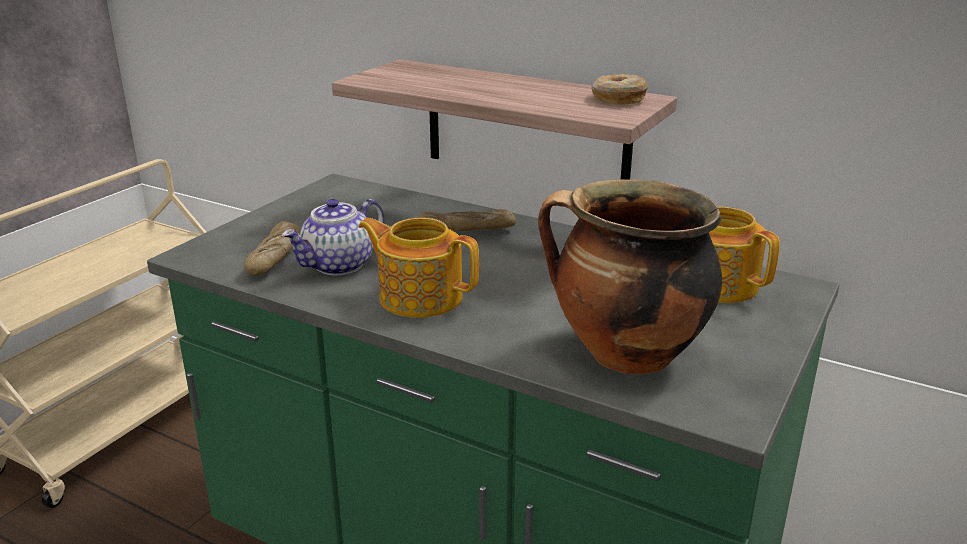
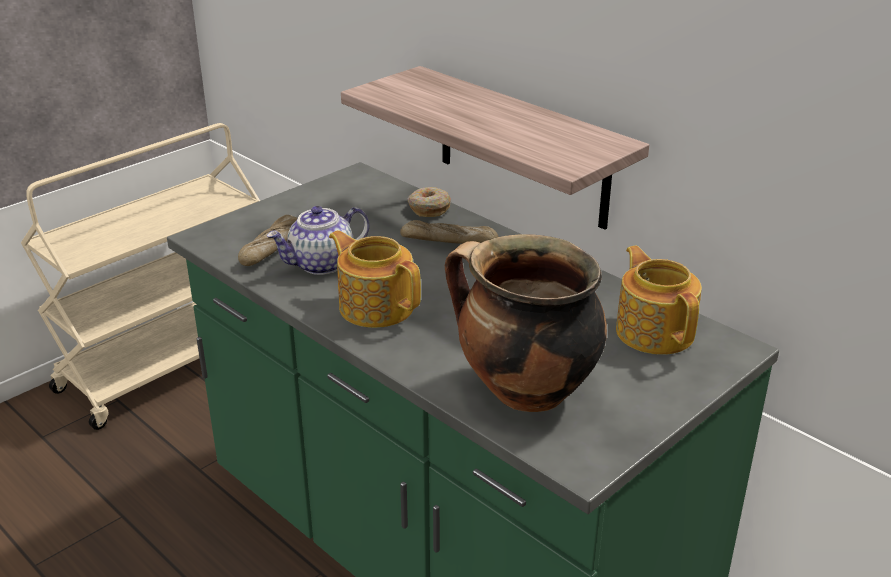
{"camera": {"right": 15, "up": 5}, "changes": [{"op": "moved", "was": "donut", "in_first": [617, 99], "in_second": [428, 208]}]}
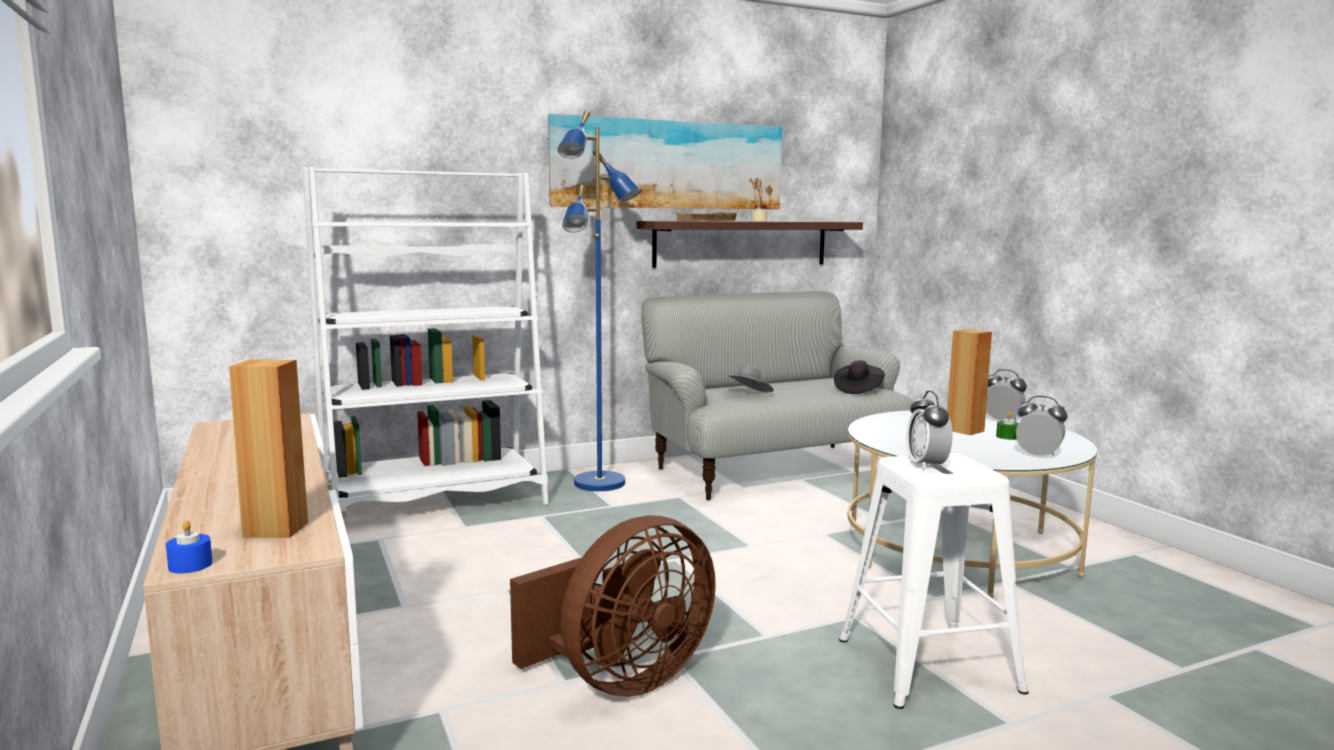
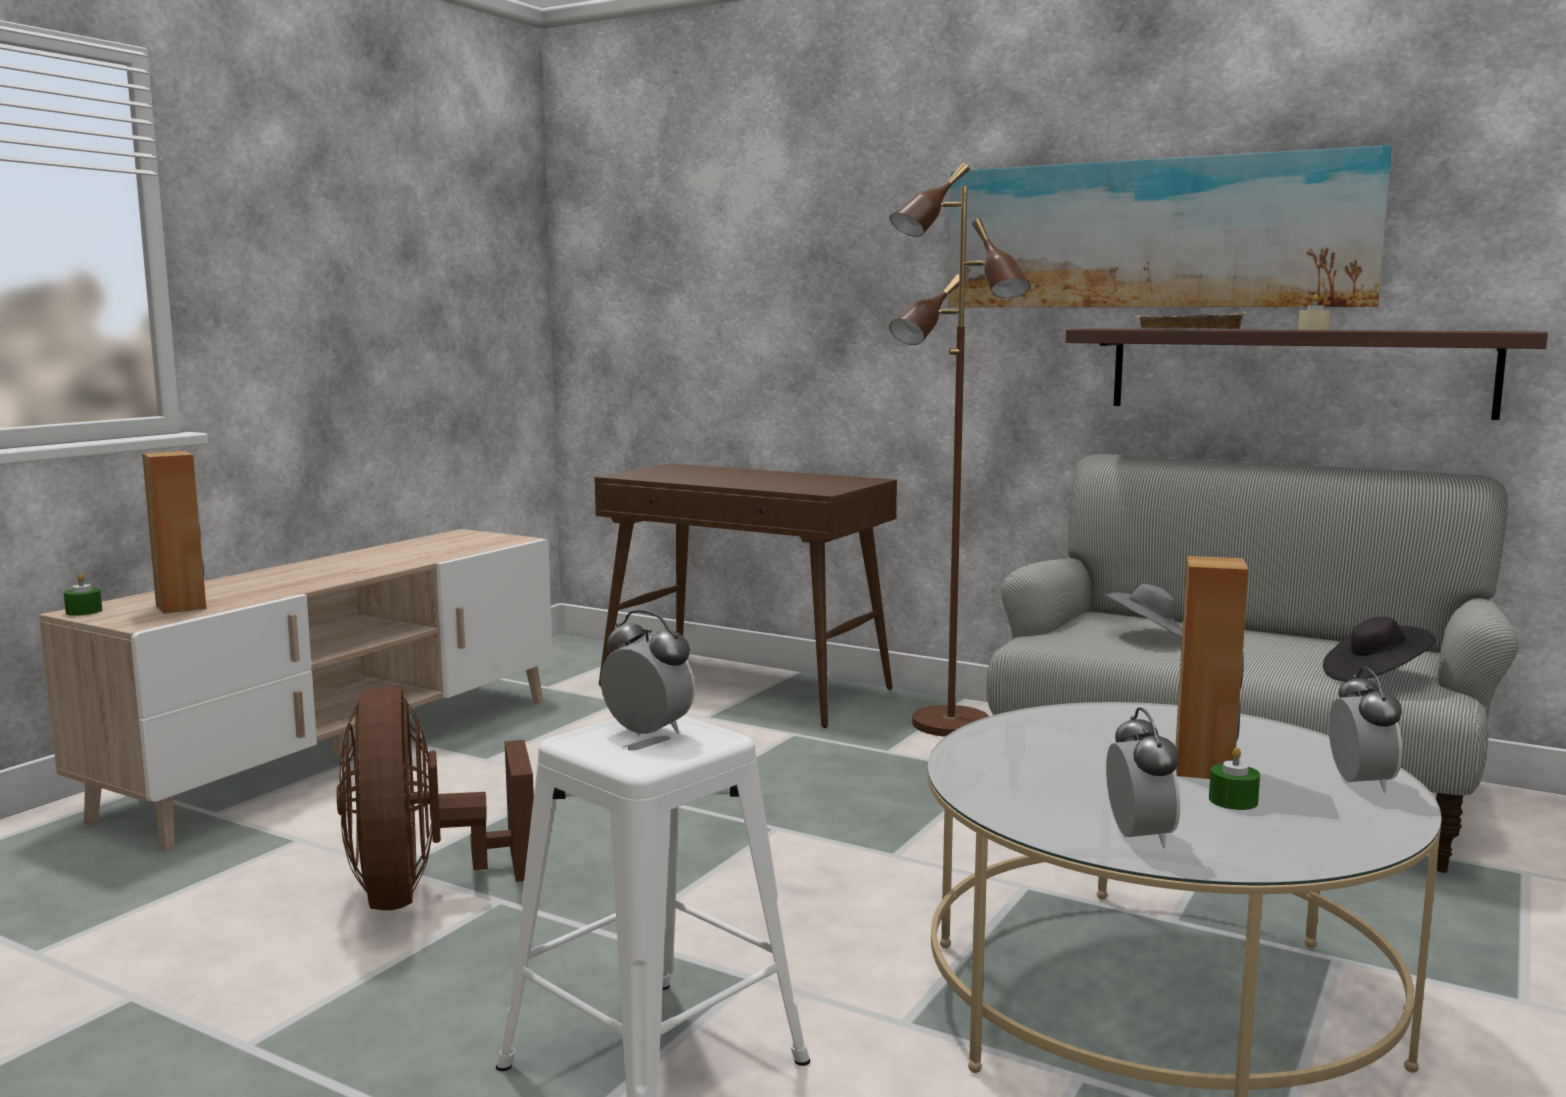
{"camera": {"right": 55, "up": 0}, "changes": [{"op": "recoloured", "was": "candle (blue)", "now": "candle (green)", "in_first": [190, 565], "in_second": [84, 611]}, {"op": "replaced", "was": "bookcase (white)", "now": "console table (brown)", "in_first": [435, 503], "in_second": [747, 688]}, {"op": "turned", "was": "fan (brown)", "in_first": [621, 680], "in_second": [423, 892], "clockwise": 60}, {"op": "recoloured", "was": "floor lamp (blue)", "now": "floor lamp (brown)", "in_first": [600, 484], "in_second": [949, 725]}, {"op": "turned", "was": "alarm clock", "in_first": [927, 466], "in_second": [648, 733], "clockwise": 75}]}
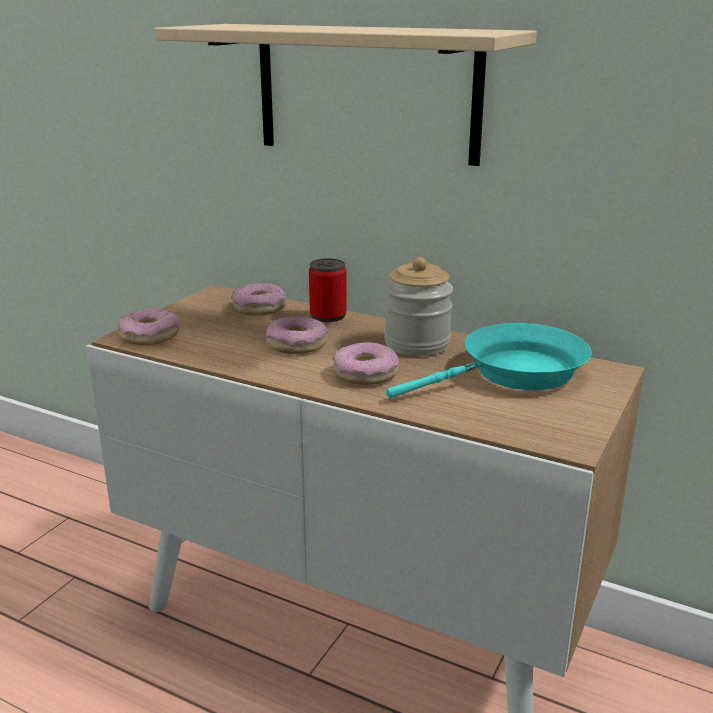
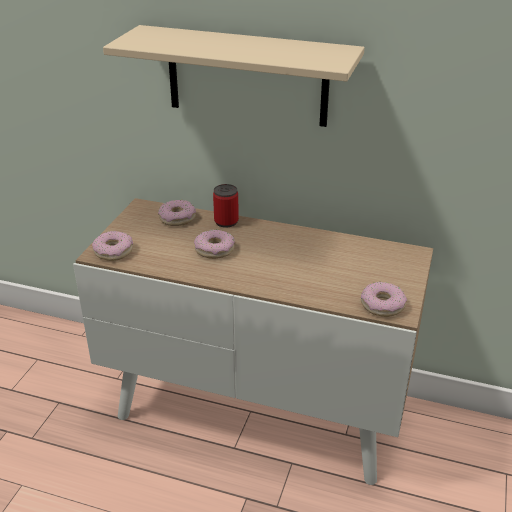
{"camera": {"right": -10, "up": 10}, "changes": [{"op": "moved", "was": "donut", "in_first": [366, 373], "in_second": [382, 305]}, {"op": "removed", "was": "jar", "in_first": [417, 344]}, {"op": "removed", "was": "frying pan (turquoise)", "in_first": [515, 373]}]}
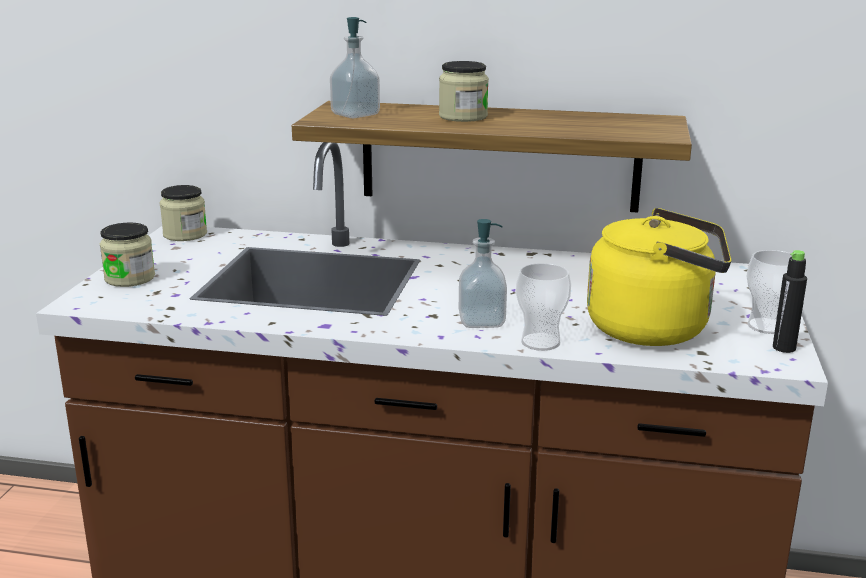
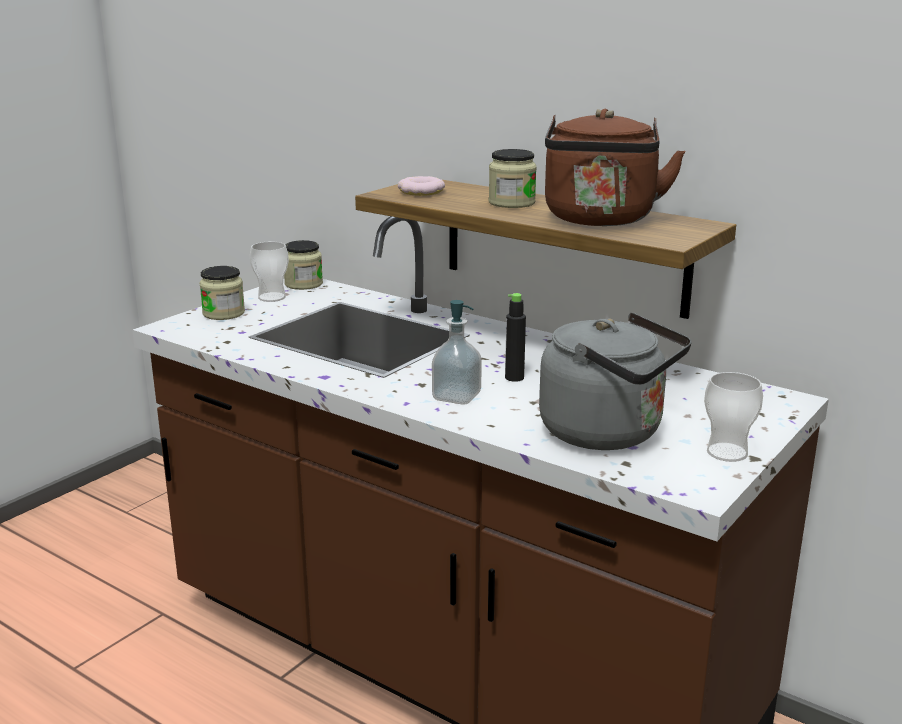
{"camera": {"right": 25, "up": 0}, "changes": [{"op": "replaced", "was": "soap dispenser", "now": "donut", "in_first": [355, 114], "in_second": [421, 192]}, {"op": "moved", "was": "cup", "in_first": [540, 342], "in_second": [272, 297]}, {"op": "recoloured", "was": "kettle (yellow)", "now": "kettle (grey)", "in_first": [655, 329], "in_second": [608, 433]}, {"op": "moved", "was": "bottle (black)", "in_first": [784, 348], "in_second": [514, 378]}, {"op": "added", "now": "kettle (brown)", "in_second": [600, 220]}]}
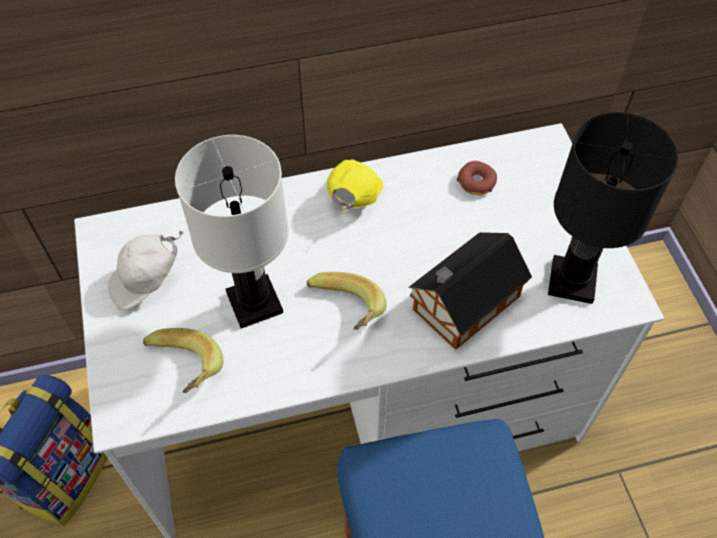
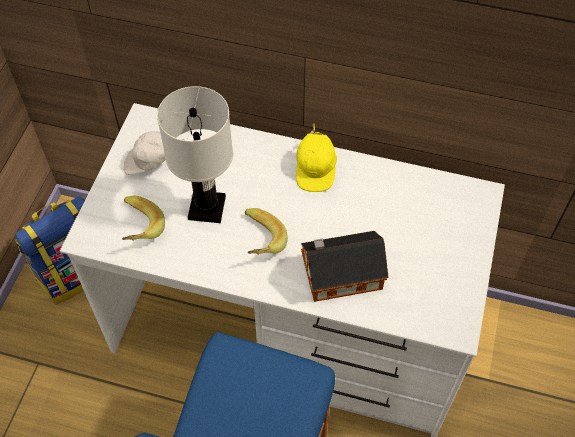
{"camera": {"right": 30, "up": 0}, "changes": [{"op": "turned", "was": "cap (yellow)", "in_first": [353, 198], "in_second": [316, 169], "clockwise": 135}, {"op": "removed", "was": "donut", "in_first": [476, 182]}, {"op": "removed", "was": "table lamp (black)", "in_first": [573, 280]}]}
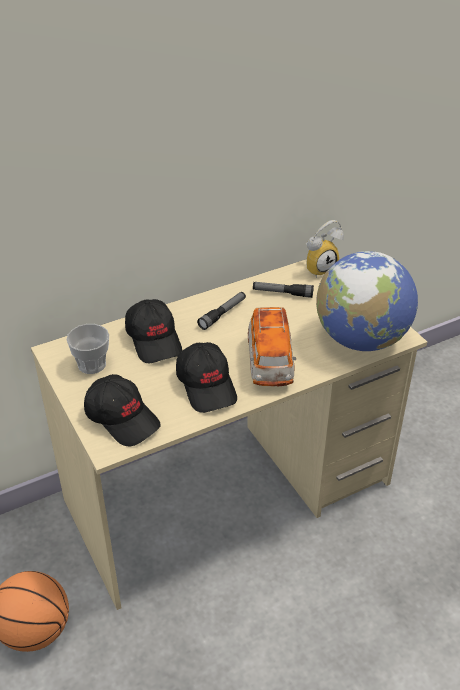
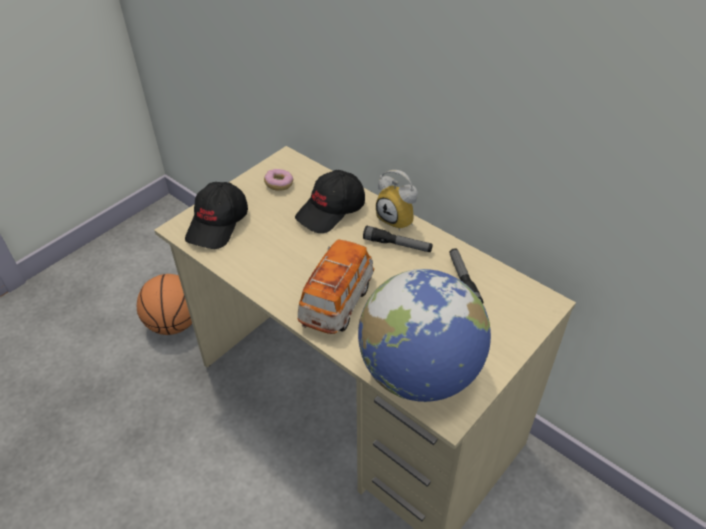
{"camera": {"right": 70, "up": 5}, "changes": [{"op": "replaced", "was": "cup", "now": "donut", "in_first": [92, 364], "in_second": [279, 185]}, {"op": "removed", "was": "cap (black)", "in_first": [207, 386]}, {"op": "turned", "was": "toy car", "in_first": [270, 363], "in_second": [337, 302], "clockwise": 135}, {"op": "moved", "was": "alarm clock", "in_first": [319, 268], "in_second": [399, 219]}]}
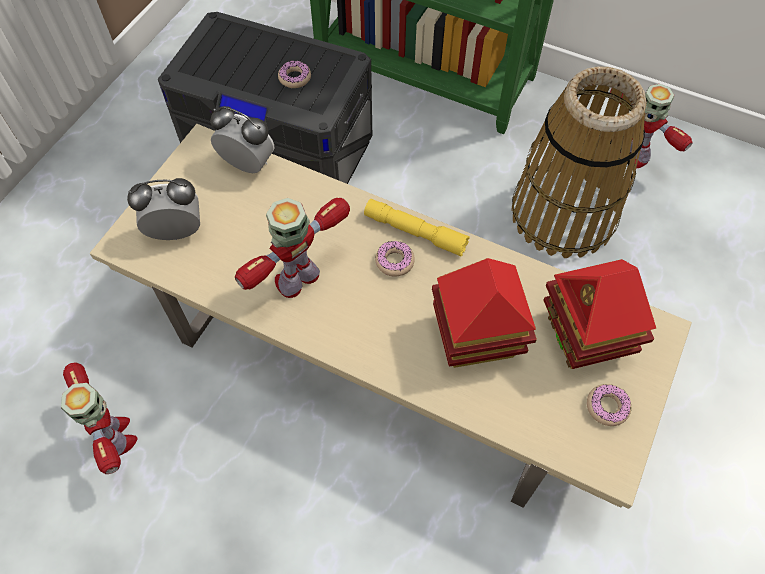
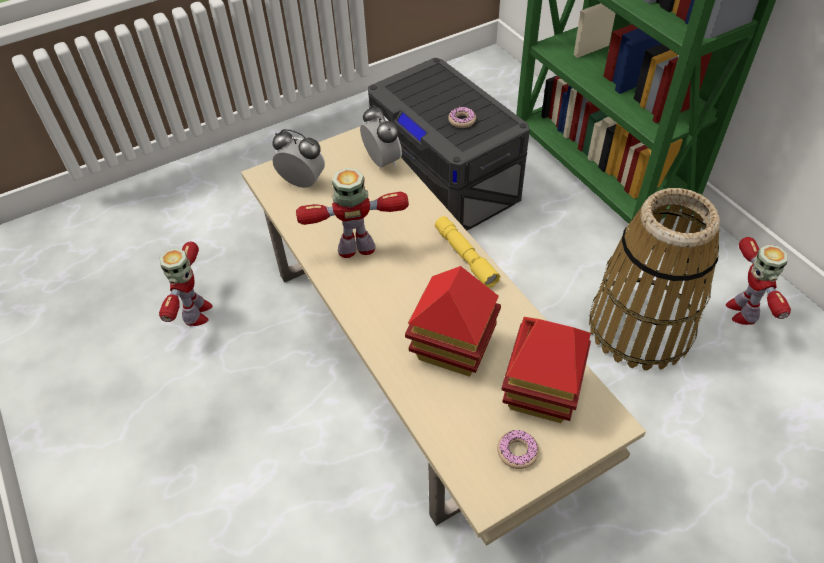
{"camera": {"right": 35, "up": -10}, "changes": [{"op": "removed", "was": "donut", "in_first": [394, 261]}]}
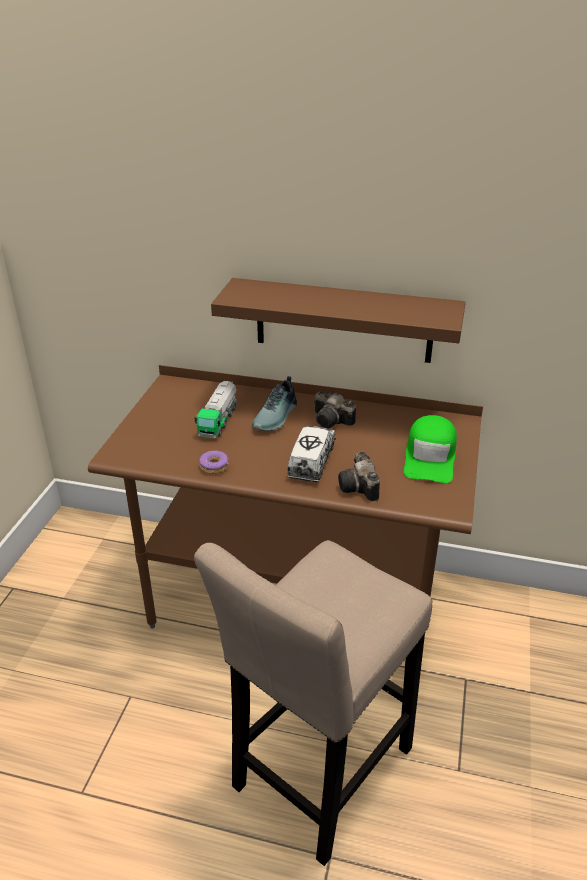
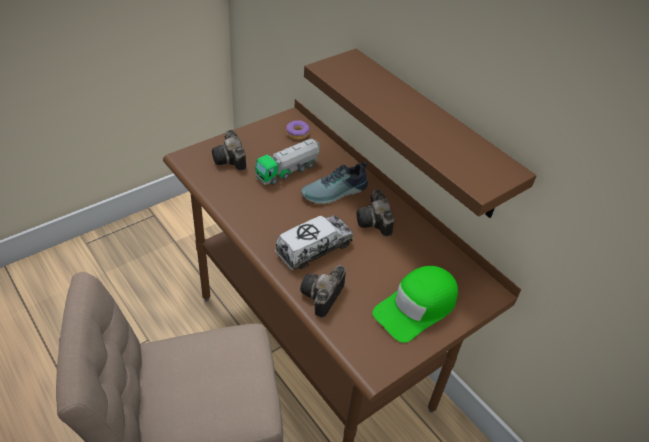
{"camera": {"right": 35, "up": 10}, "changes": [{"op": "moved", "was": "donut", "in_first": [214, 467], "in_second": [297, 133]}, {"op": "added", "now": "photo camera", "in_second": [231, 160]}]}
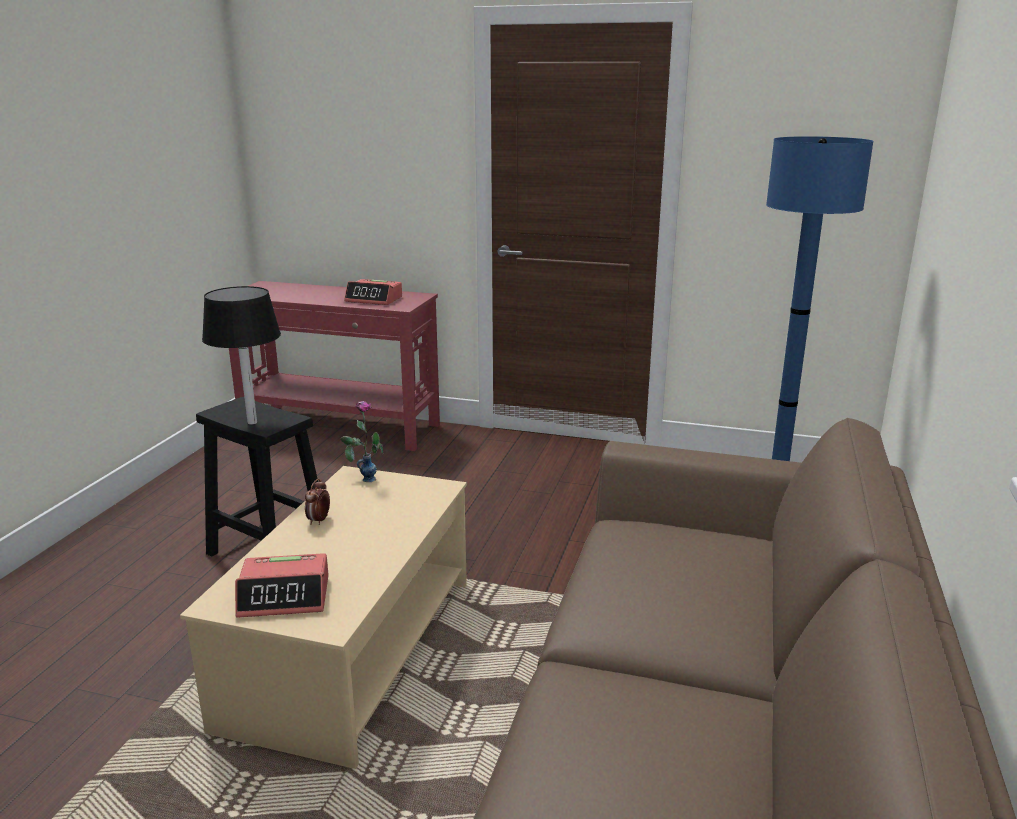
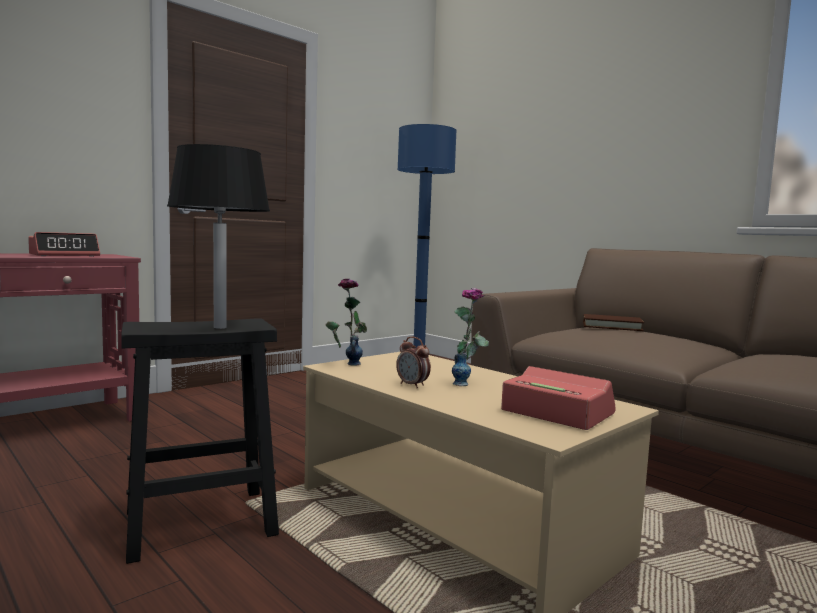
{"camera": {"right": -60, "up": -15}, "changes": [{"op": "turned", "was": "alarm clock", "in_first": [285, 596], "in_second": [556, 412], "clockwise": -75}, {"op": "added", "now": "vase", "in_second": [468, 383]}, {"op": "added", "now": "book (brown)", "in_second": [611, 326]}]}
